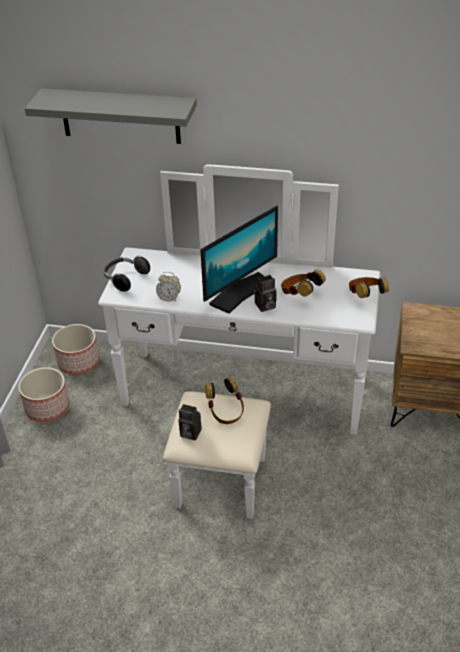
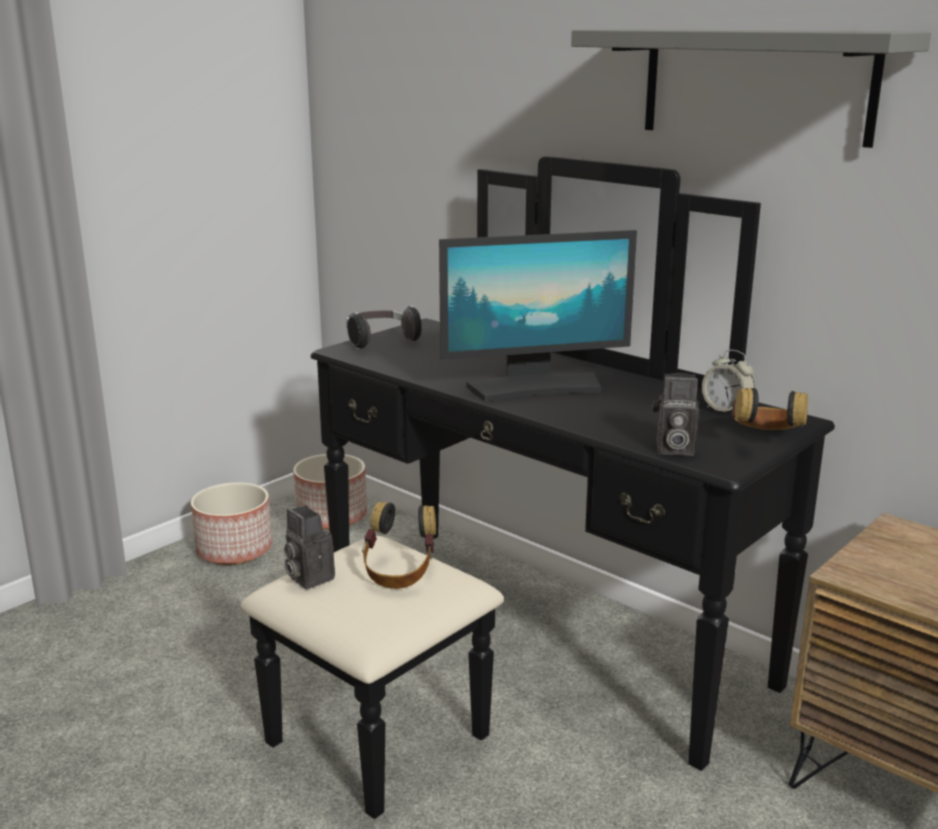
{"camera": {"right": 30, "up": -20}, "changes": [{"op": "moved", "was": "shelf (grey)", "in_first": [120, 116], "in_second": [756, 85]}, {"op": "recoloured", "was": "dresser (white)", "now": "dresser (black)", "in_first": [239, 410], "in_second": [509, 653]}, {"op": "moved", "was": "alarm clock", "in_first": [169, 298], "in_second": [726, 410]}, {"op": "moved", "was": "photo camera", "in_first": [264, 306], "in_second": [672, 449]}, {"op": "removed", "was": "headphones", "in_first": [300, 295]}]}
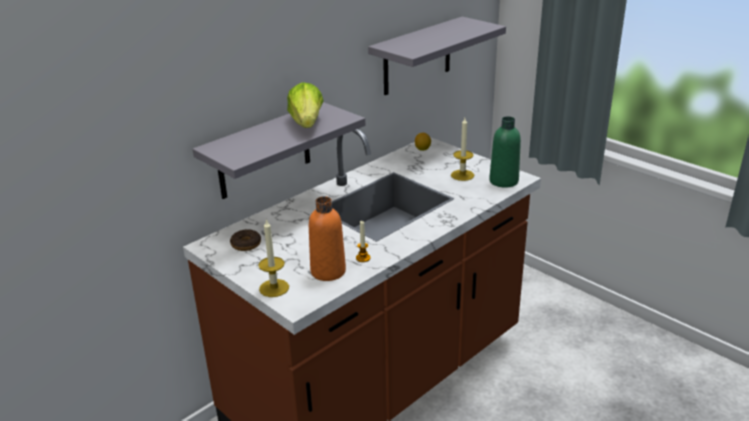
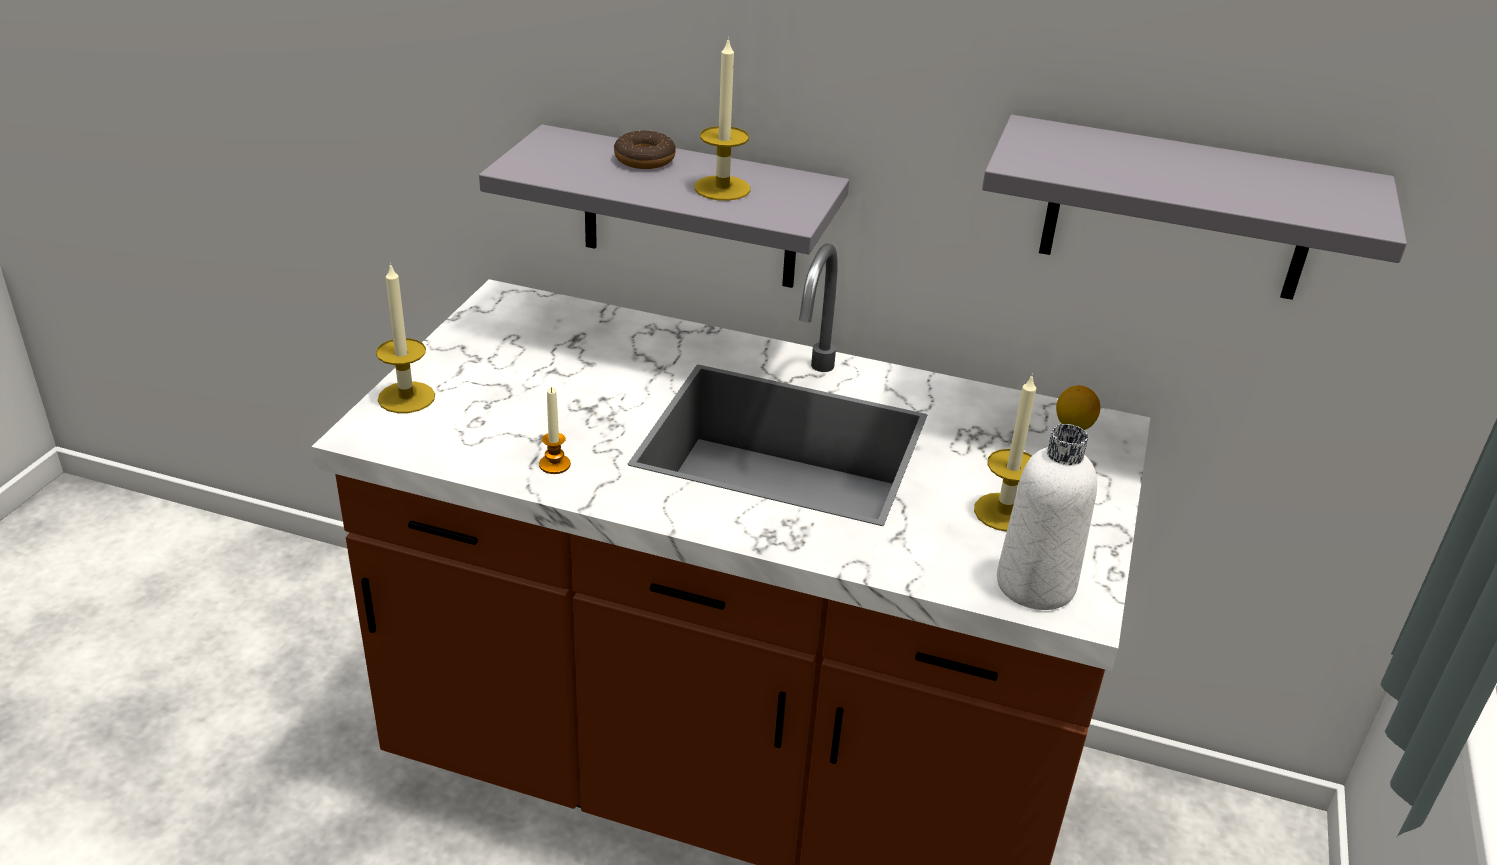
{"camera": {"right": 60, "up": 5}, "changes": [{"op": "moved", "was": "donut", "in_first": [246, 244], "in_second": [644, 159]}, {"op": "replaced", "was": "lettuce", "now": "candle", "in_first": [307, 124], "in_second": [722, 188]}, {"op": "removed", "was": "bottle (orange)", "in_first": [328, 271]}, {"op": "recoloured", "was": "bottle (green)", "now": "bottle (white)", "in_first": [503, 181], "in_second": [1035, 585]}]}
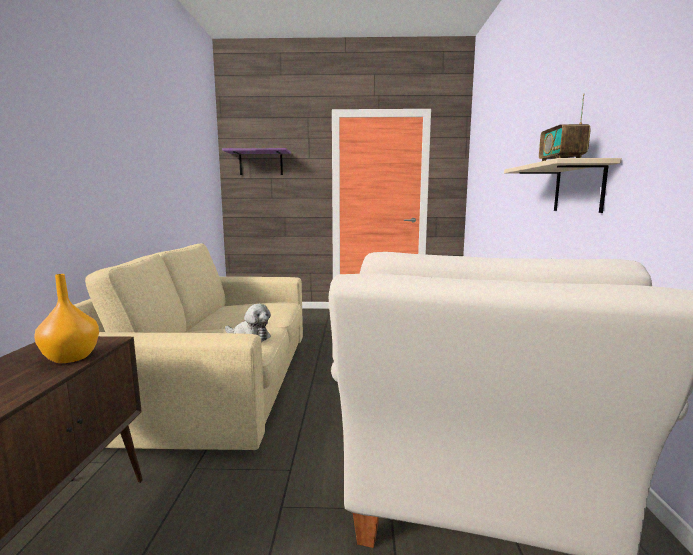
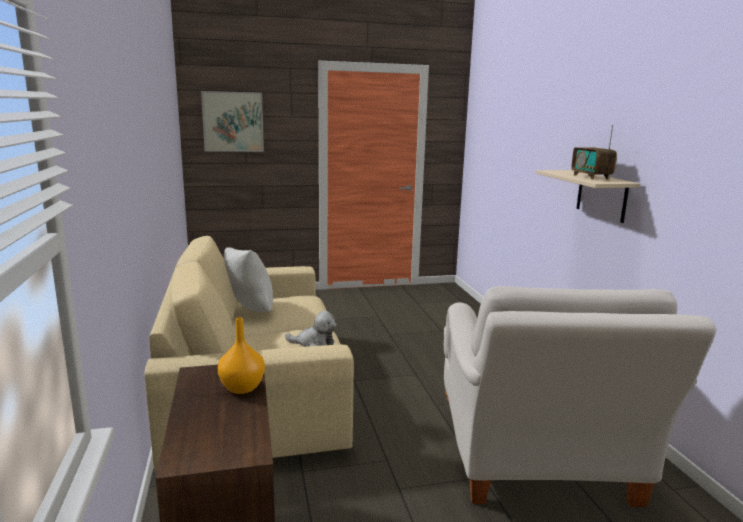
{"camera": {"right": -15, "up": 5}, "changes": [{"op": "replaced", "was": "shelf (purple)", "now": "picture", "in_first": [261, 163], "in_second": [233, 121]}, {"op": "added", "now": "pillow (white)", "in_second": [248, 311]}]}
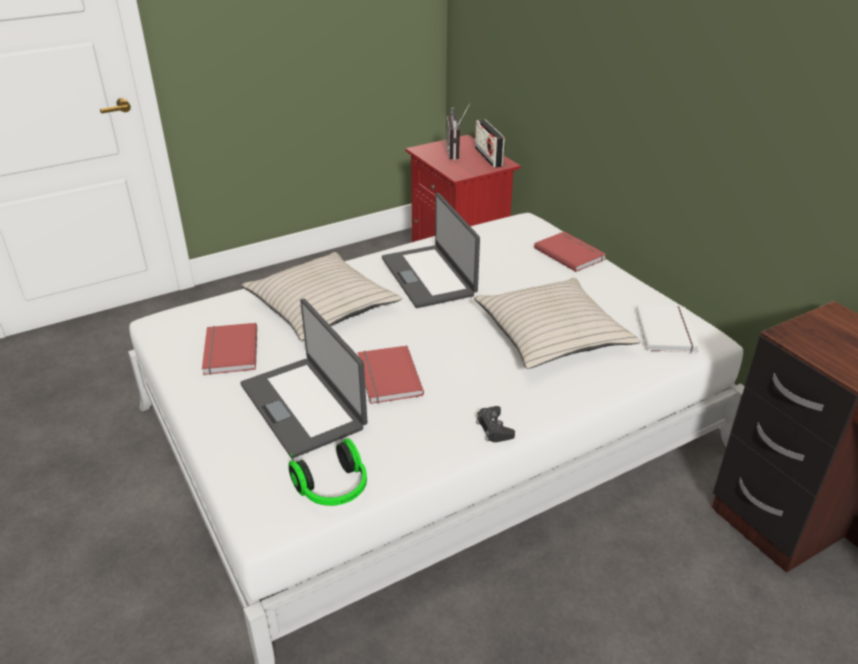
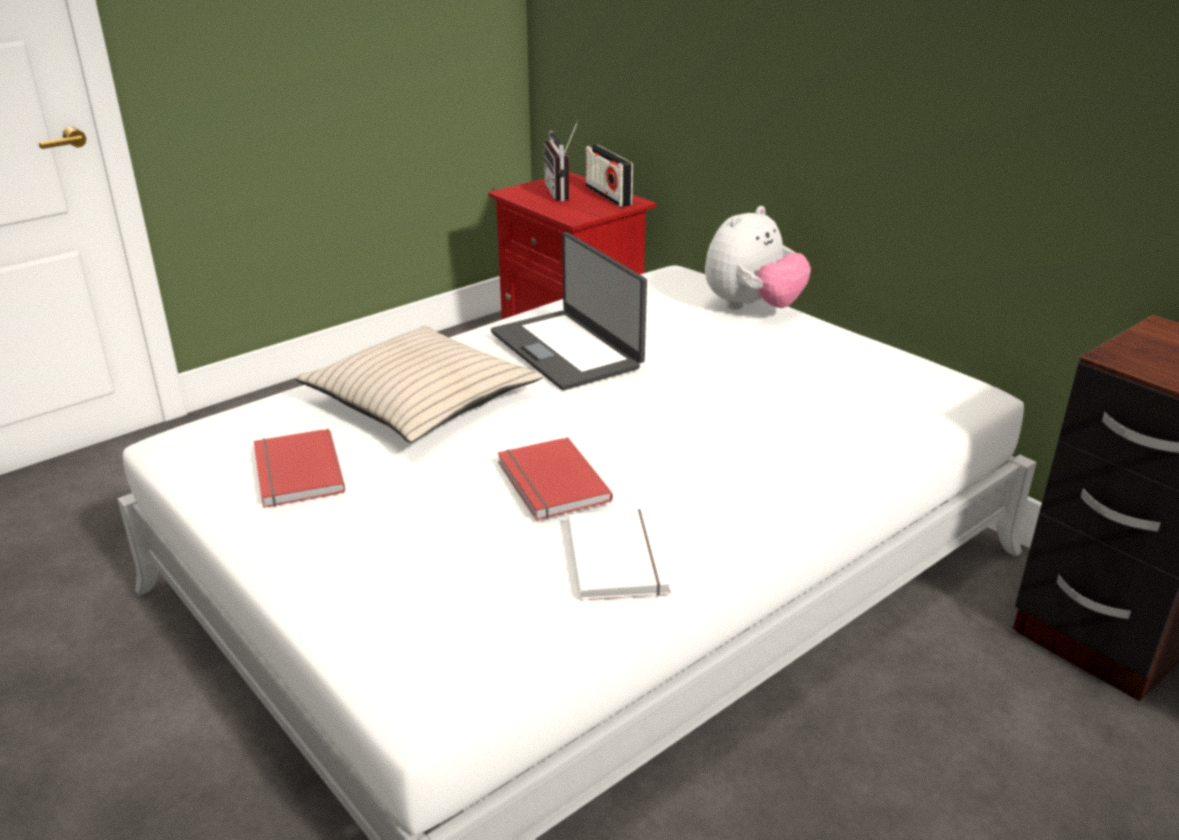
{"camera": {"right": -10, "up": -5}, "changes": [{"op": "removed", "was": "laptop", "in_first": [304, 405]}, {"op": "removed", "was": "headphones", "in_first": [334, 489]}, {"op": "removed", "was": "pillow (beige)", "in_first": [551, 334]}, {"op": "removed", "was": "game controller (black)", "in_first": [494, 428]}, {"op": "replaced", "was": "book (red)", "now": "plush toy", "in_first": [570, 253], "in_second": [752, 307]}, {"op": "moved", "was": "book (white)", "in_first": [668, 331], "in_second": [621, 557]}]}
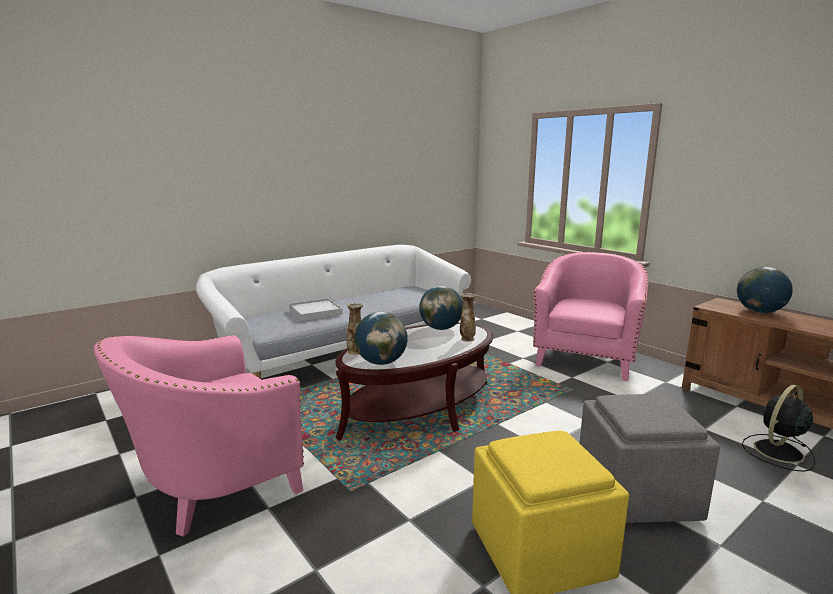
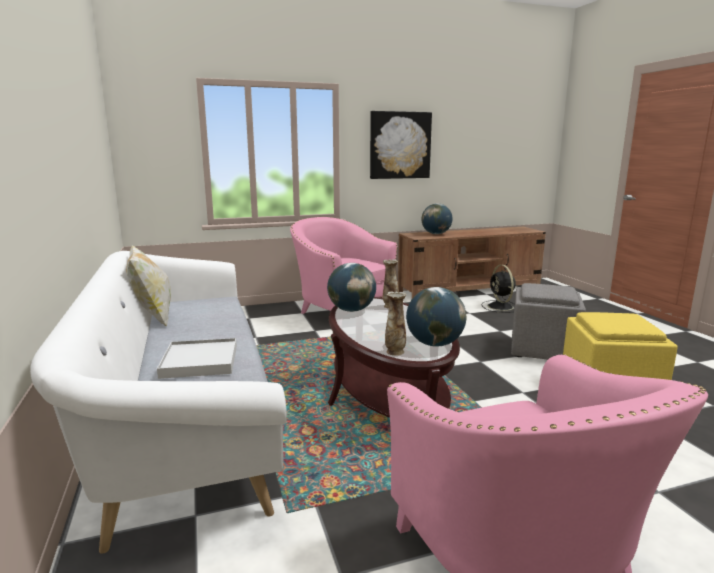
{"camera": {"right": -70, "up": 0}, "changes": [{"op": "added", "now": "pillow", "in_second": [152, 317]}, {"op": "added", "now": "picture", "in_second": [400, 145]}]}
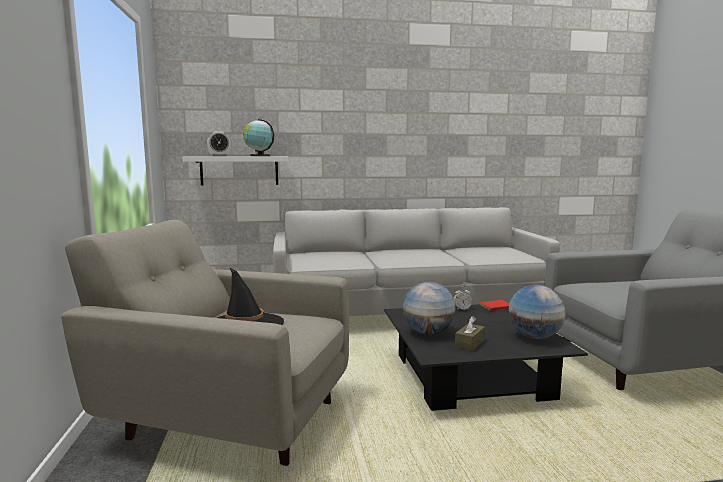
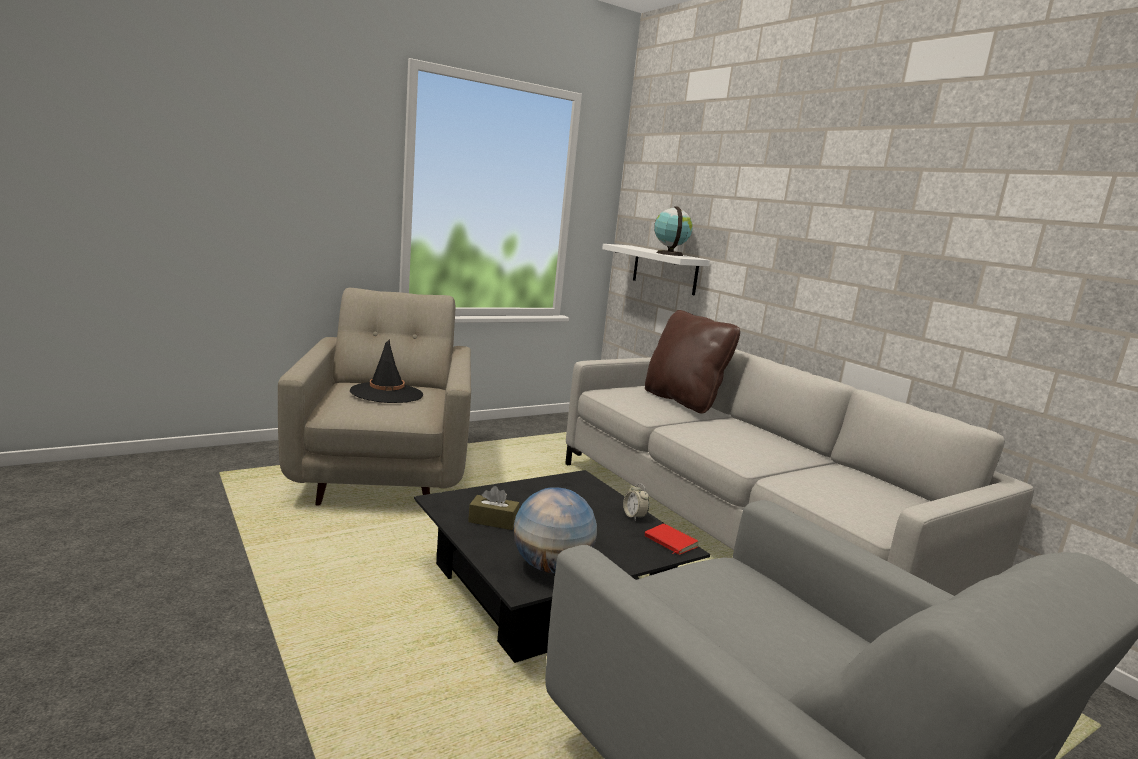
{"camera": {"right": 65, "up": 5}, "changes": [{"op": "removed", "was": "alarm clock", "in_first": [219, 156]}, {"op": "removed", "was": "globe", "in_first": [428, 332]}, {"op": "added", "now": "pillow (brown)", "in_second": [683, 401]}]}
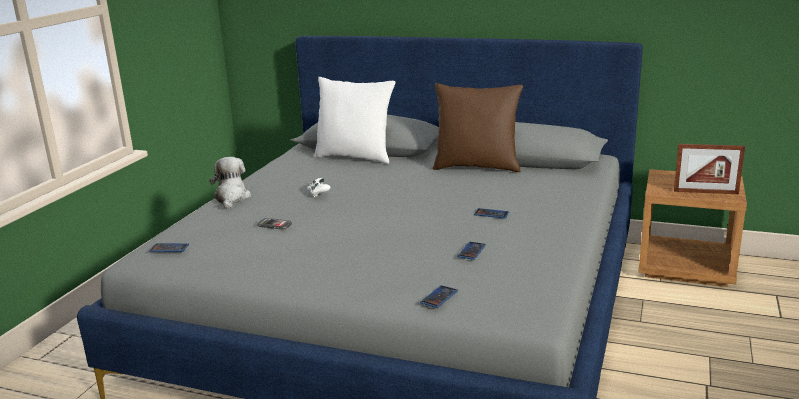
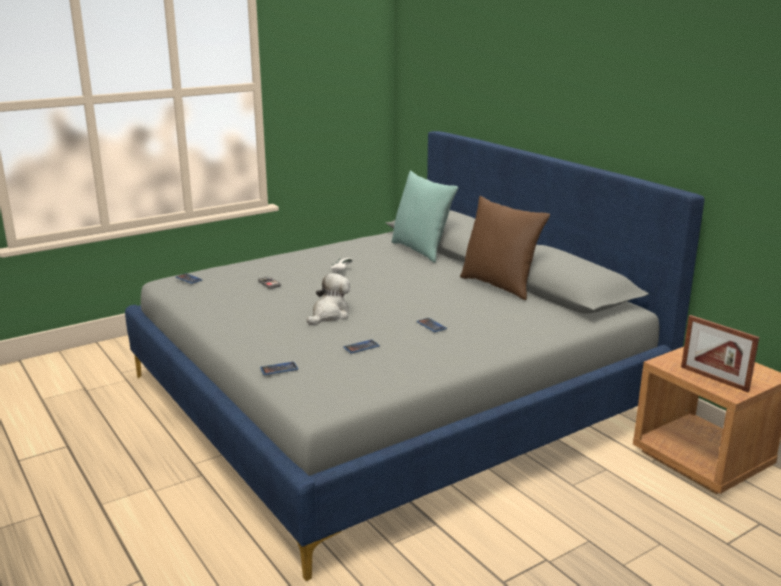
{"camera": {"right": 35, "up": 0}, "changes": [{"op": "moved", "was": "plush toy", "in_first": [231, 198], "in_second": [329, 315]}, {"op": "recoloured", "was": "pillow (white)", "now": "pillow (turquoise)", "in_first": [355, 157], "in_second": [421, 250]}]}
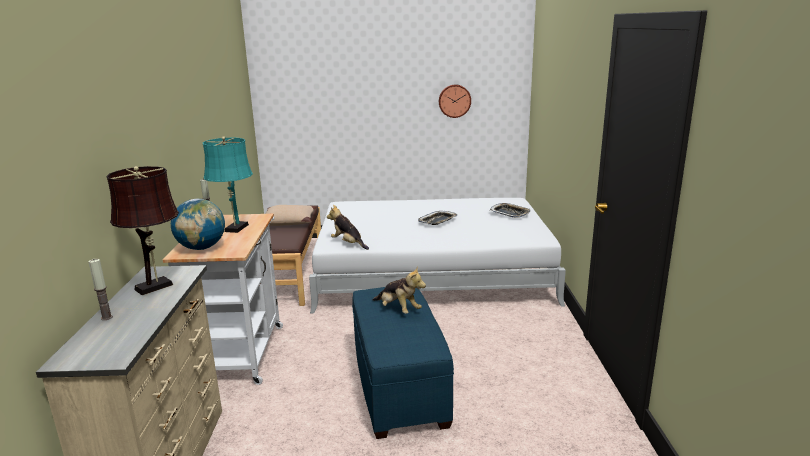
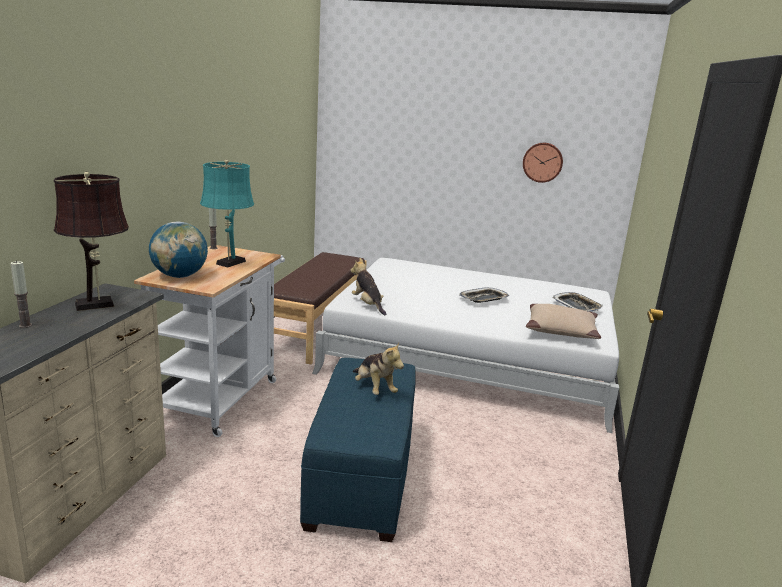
{"camera": {"right": 15, "up": 0}, "changes": [{"op": "moved", "was": "pillow (beige)", "in_first": [289, 222], "in_second": [561, 330]}]}
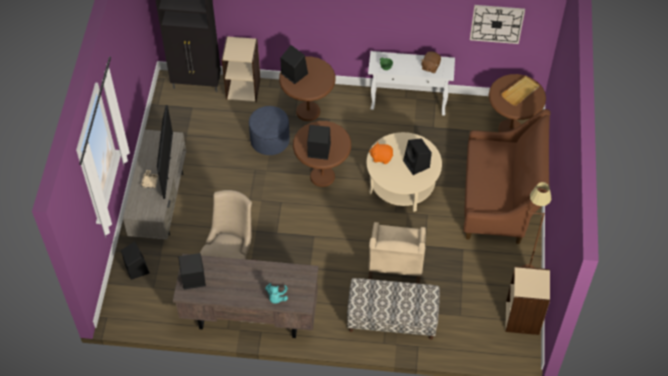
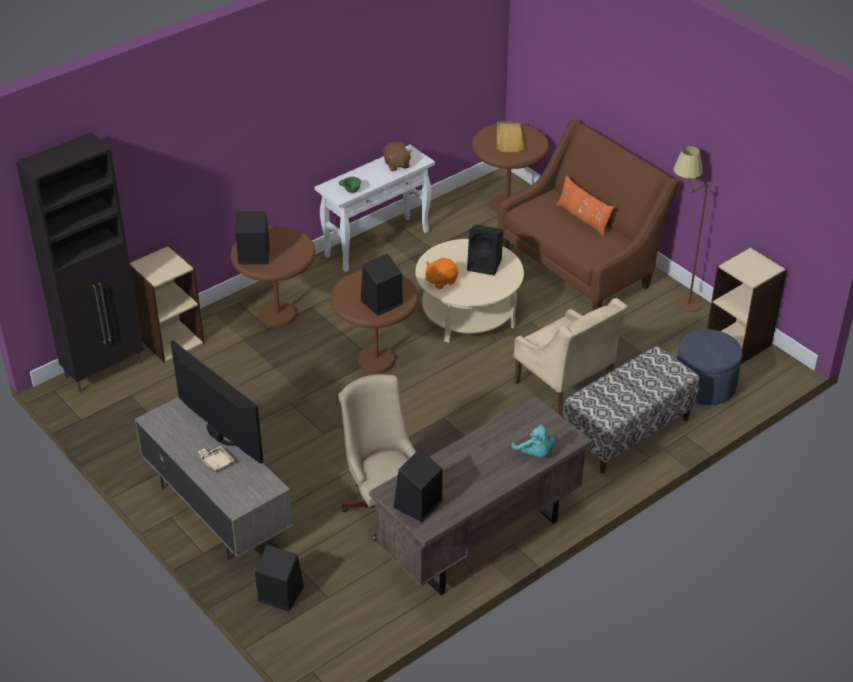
{"camera": {"right": -45, "up": -15}, "changes": [{"op": "moved", "was": "ottoman (blue)", "in_first": [270, 140], "in_second": [704, 386]}, {"op": "removed", "was": "wall clock", "in_first": [496, 23]}, {"op": "added", "now": "pillow (orange)", "in_second": [583, 218]}]}
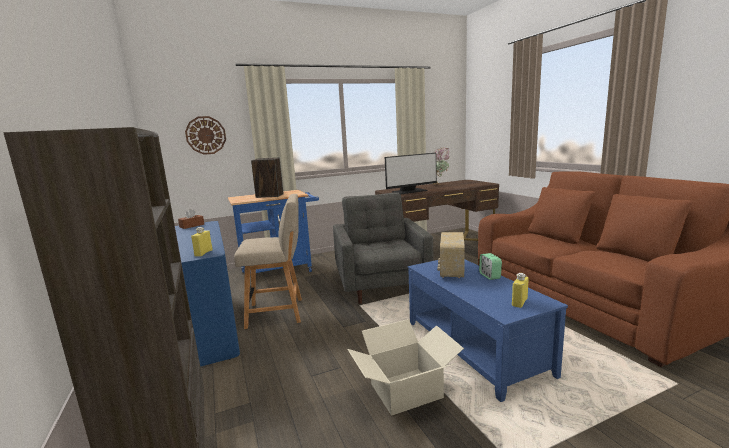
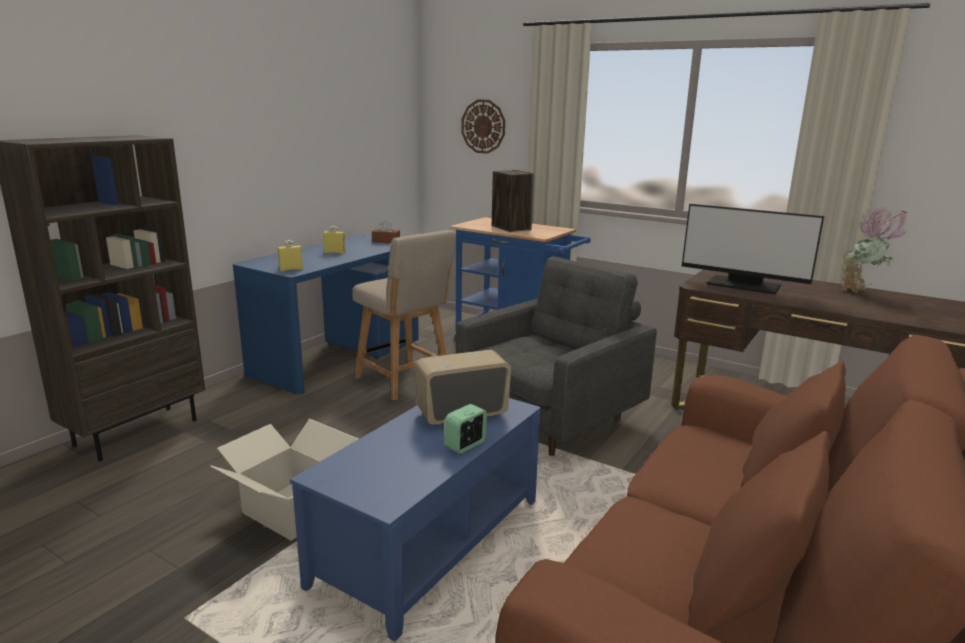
{"camera": {"right": 55, "up": 5}, "changes": [{"op": "moved", "was": "bottle (yellow)", "in_first": [519, 302], "in_second": [334, 253]}]}
